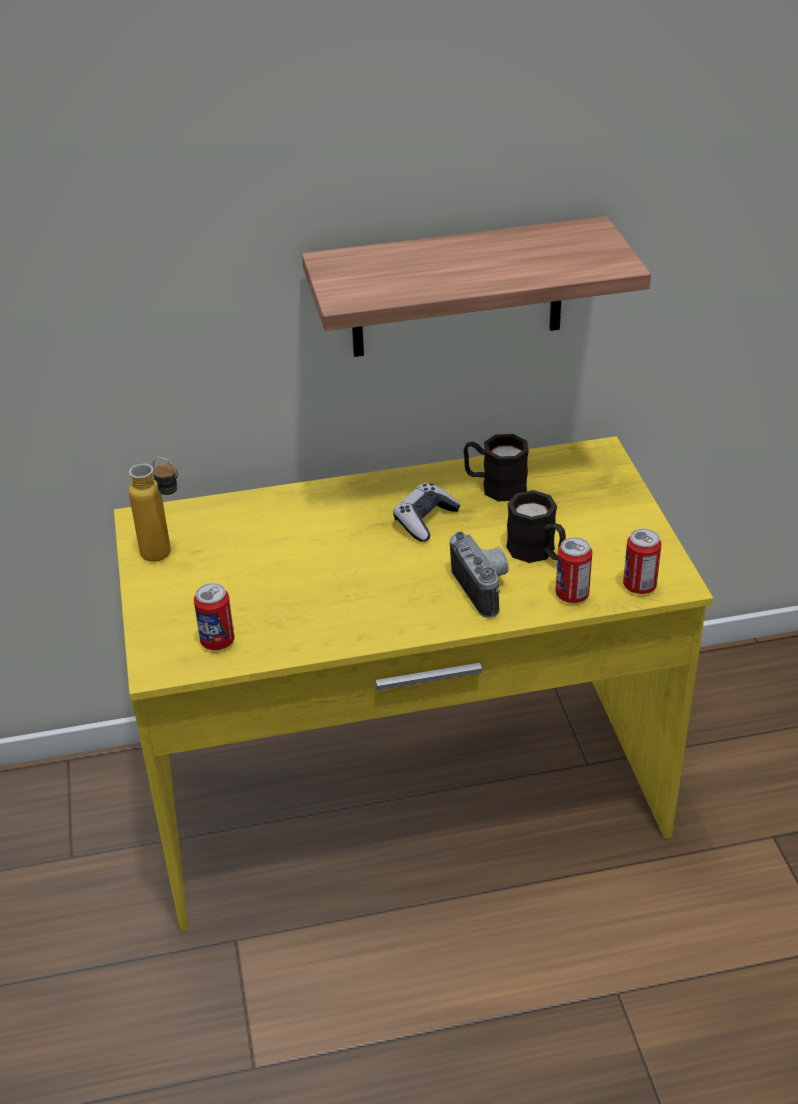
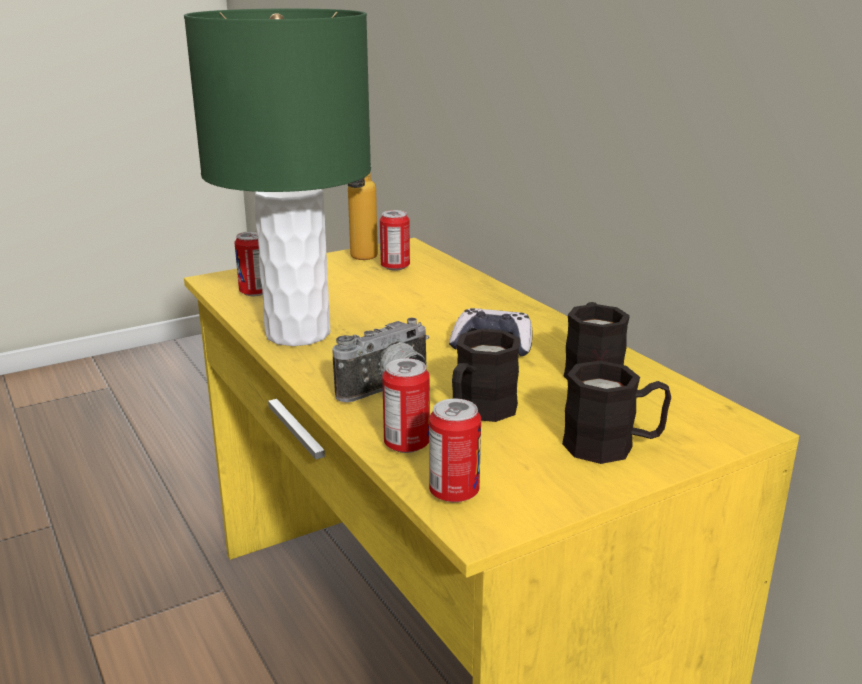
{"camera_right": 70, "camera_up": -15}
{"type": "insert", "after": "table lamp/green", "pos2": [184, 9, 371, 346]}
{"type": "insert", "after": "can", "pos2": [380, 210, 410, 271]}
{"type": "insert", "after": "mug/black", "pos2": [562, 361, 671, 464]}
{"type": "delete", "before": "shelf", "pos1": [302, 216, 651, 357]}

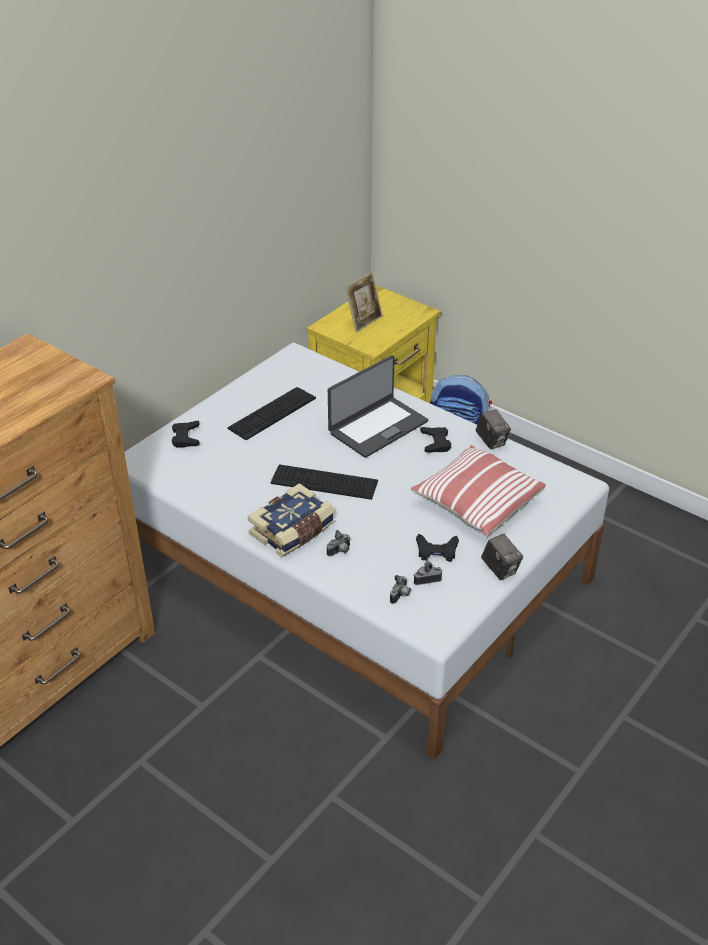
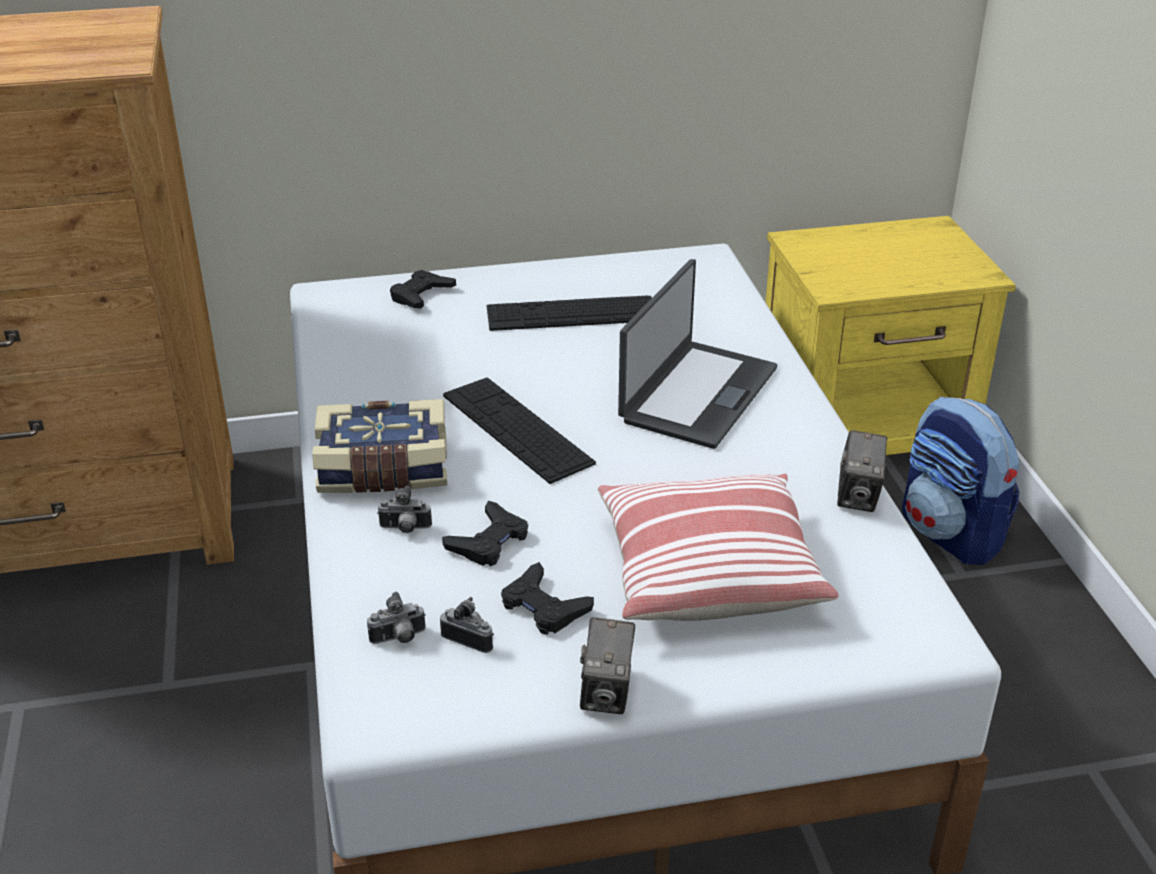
{"camera_right": 40, "camera_up": -5}
{"type": "move", "before": "game controller/black", "pos1": [420, 427, 451, 453], "pos2": [442, 501, 528, 566]}
{"type": "rotate", "before": "laptop", "pos1": [328, 355, 428, 458], "pos2": [618, 259, 777, 449], "turn": -60}
{"type": "delete", "before": "picture frame", "pos1": [345, 272, 383, 332]}

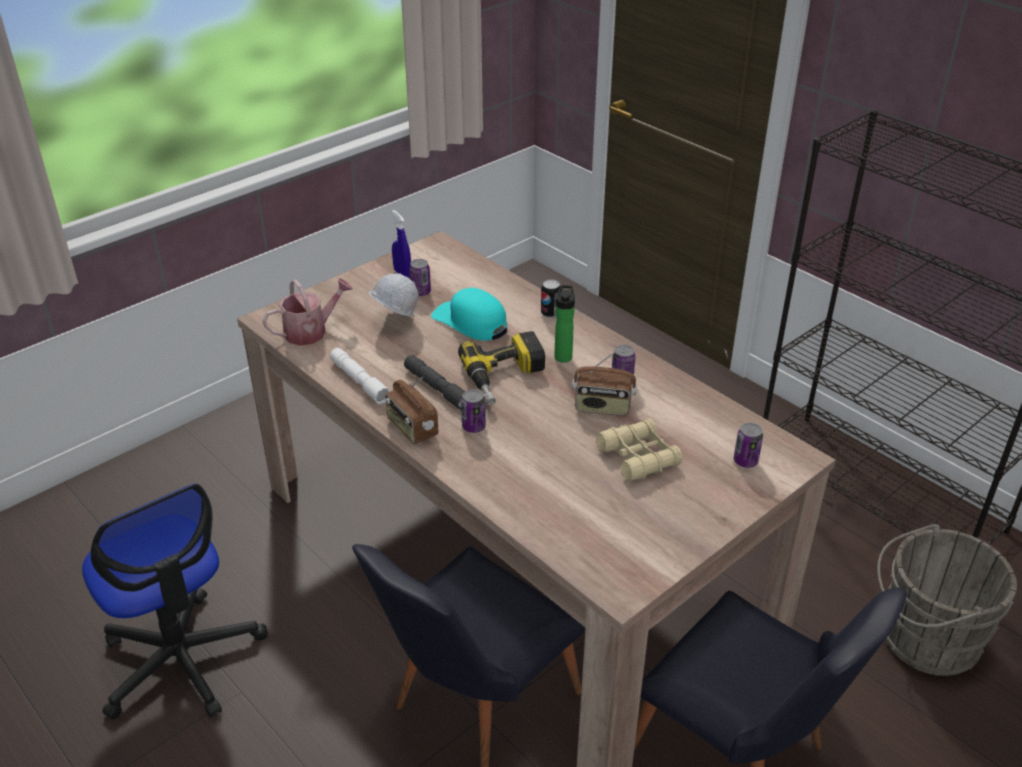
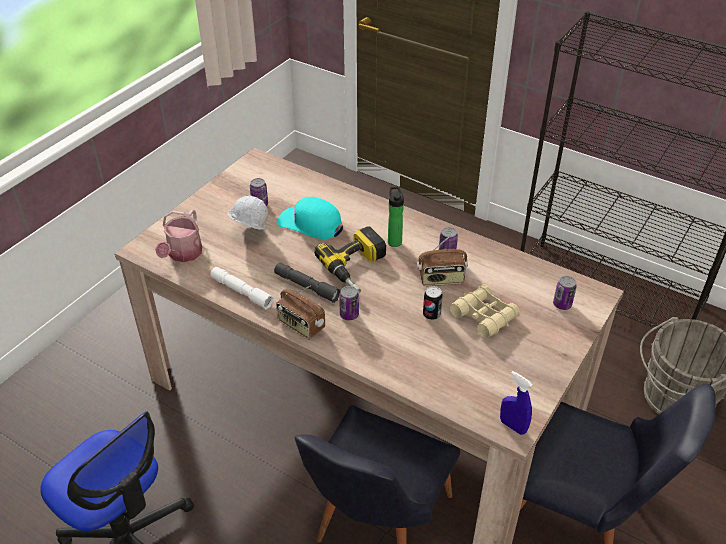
{"camera_right": -15, "camera_up": 5}
{"type": "rotate", "before": "watering can", "pos1": [262, 278, 353, 346], "pos2": [155, 209, 202, 262], "turn": 150}
{"type": "move", "before": "can", "pos1": [541, 279, 560, 318], "pos2": [423, 286, 443, 320]}
{"type": "move", "before": "spray bottle/blue", "pos1": [392, 210, 411, 279], "pos2": [500, 371, 533, 435]}

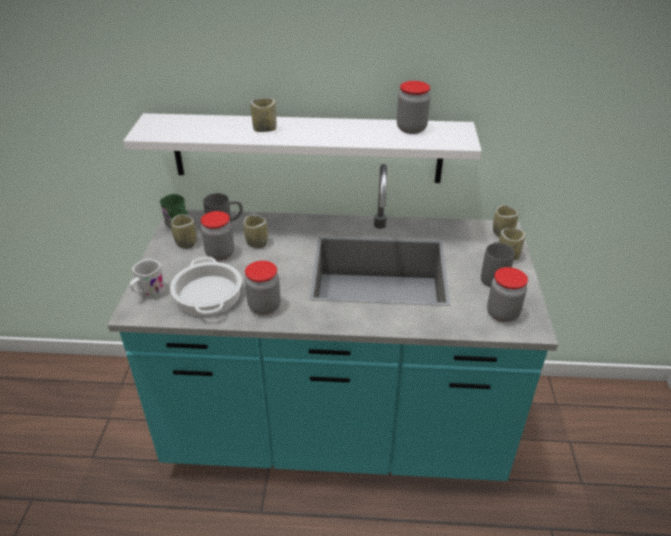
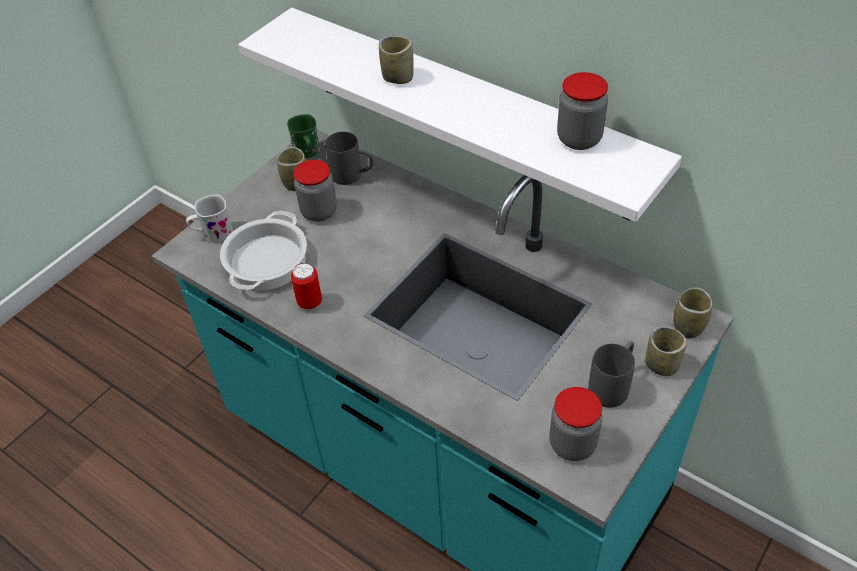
{"camera_right": 35, "camera_up": 10}
{"type": "replace", "before": "jar", "after": "can", "pos1": [245, 261, 281, 315], "pos2": [291, 263, 322, 311]}
{"type": "delete", "before": "cup", "pos1": [244, 215, 268, 248]}

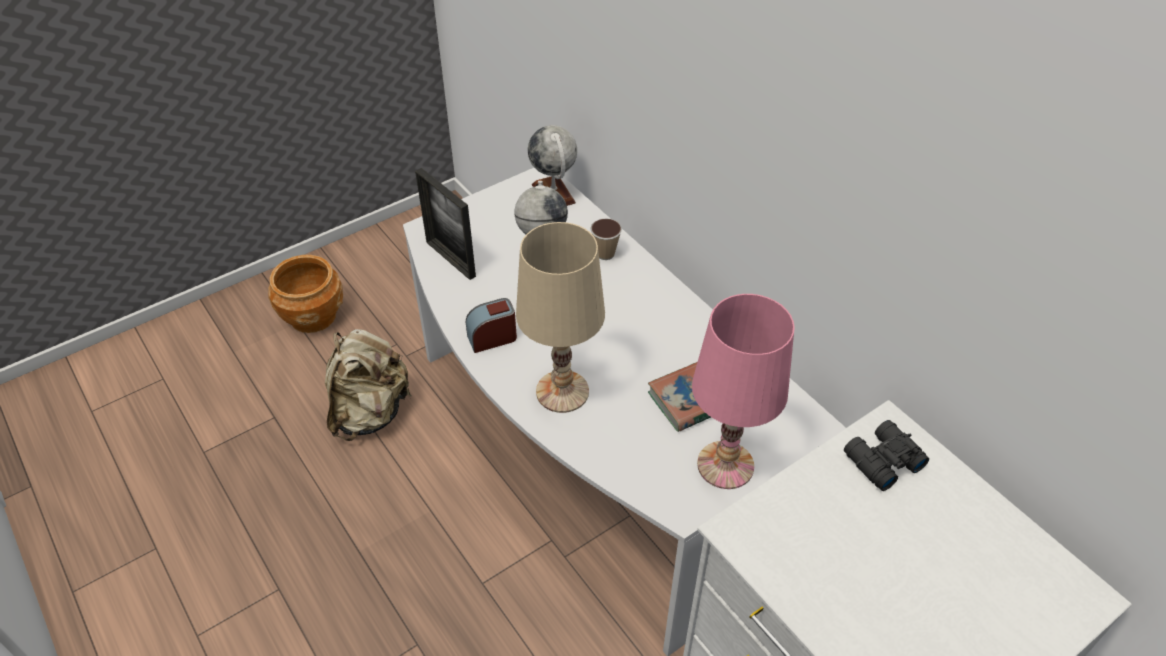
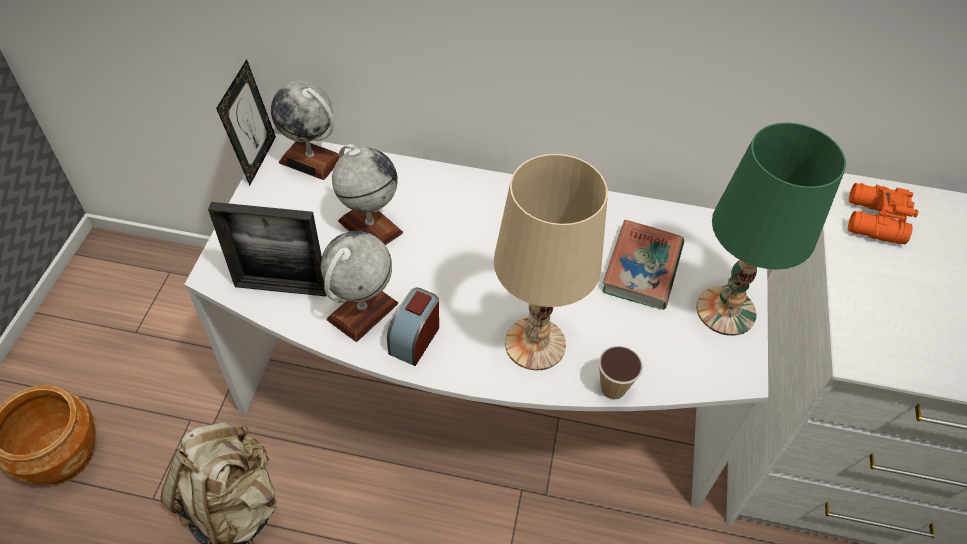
{"camera_right": -45, "camera_up": 5}
{"type": "insert", "after": "picture frame", "pos2": [216, 59, 276, 186]}
{"type": "insert", "after": "globe", "pos2": [321, 231, 398, 342]}
{"type": "move", "before": "cup", "pos1": [590, 218, 622, 260], "pos2": [599, 346, 643, 400]}
{"type": "recolor", "before": "table lamp/pink", "after": "table lamp/green", "pos1": [692, 294, 795, 489], "pos2": [696, 122, 846, 336]}
{"type": "recolor", "before": "binoculars/black", "after": "binoculars/orange", "pos1": [844, 420, 929, 491], "pos2": [848, 183, 919, 244]}

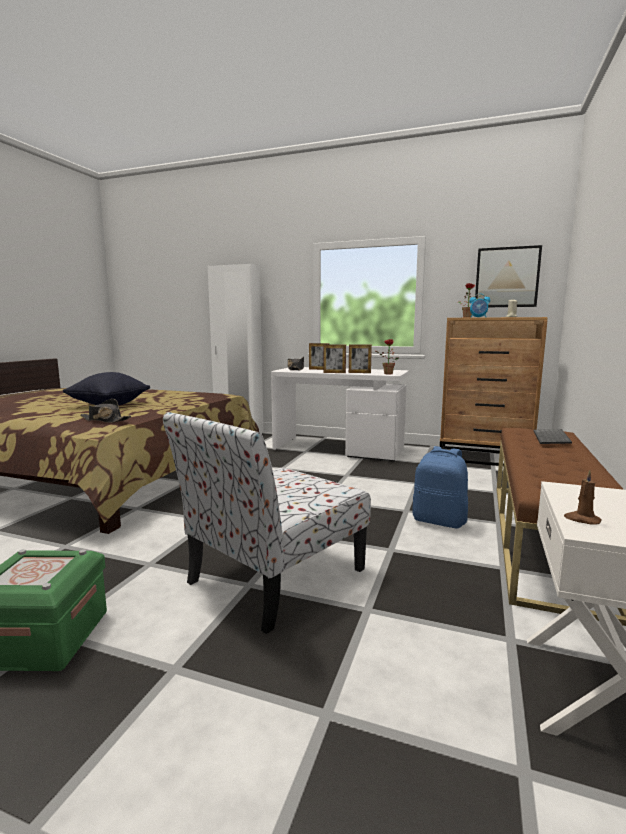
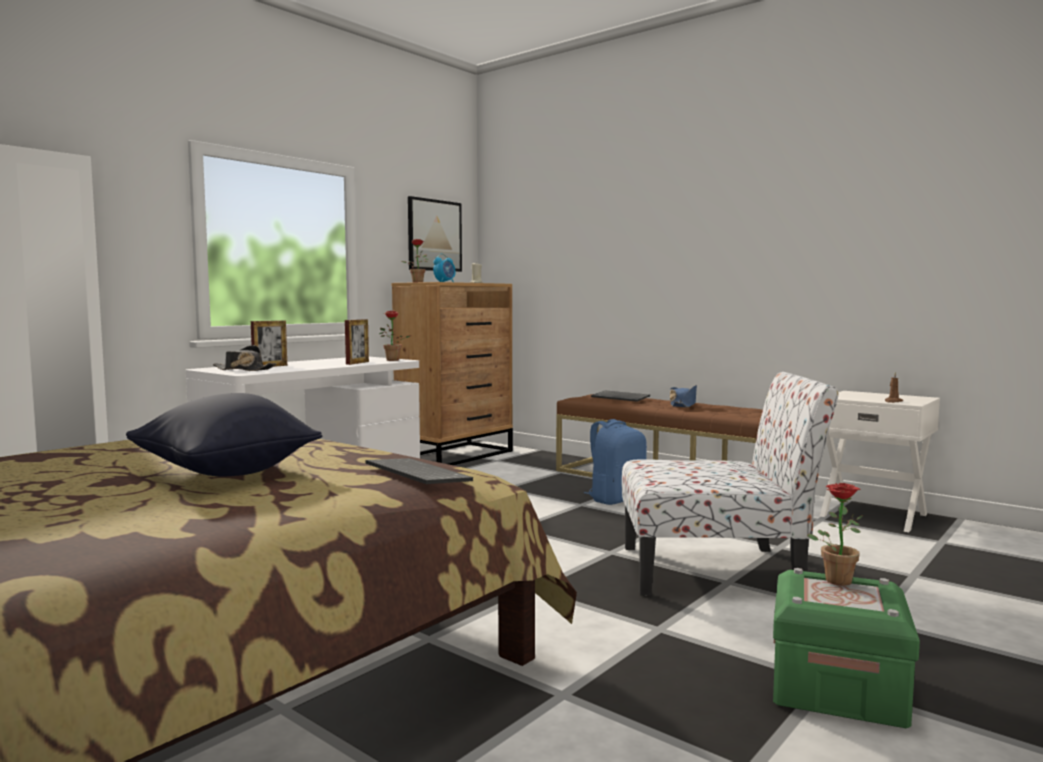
{"camera_right": -70, "camera_up": -5}
{"type": "replace", "before": "hat/black", "after": "keyboard", "pos1": [81, 399, 131, 423], "pos2": [365, 458, 473, 484]}
{"type": "rotate", "before": "chair", "pos1": [163, 412, 371, 634], "pos2": [622, 371, 838, 596], "turn": -60}
{"type": "insert", "after": "hat/blue", "pos2": [670, 385, 697, 407]}
{"type": "insert", "after": "potted plant", "pos2": [807, 483, 864, 586]}
{"type": "delete", "before": "picture frame", "pos1": [323, 344, 346, 373]}

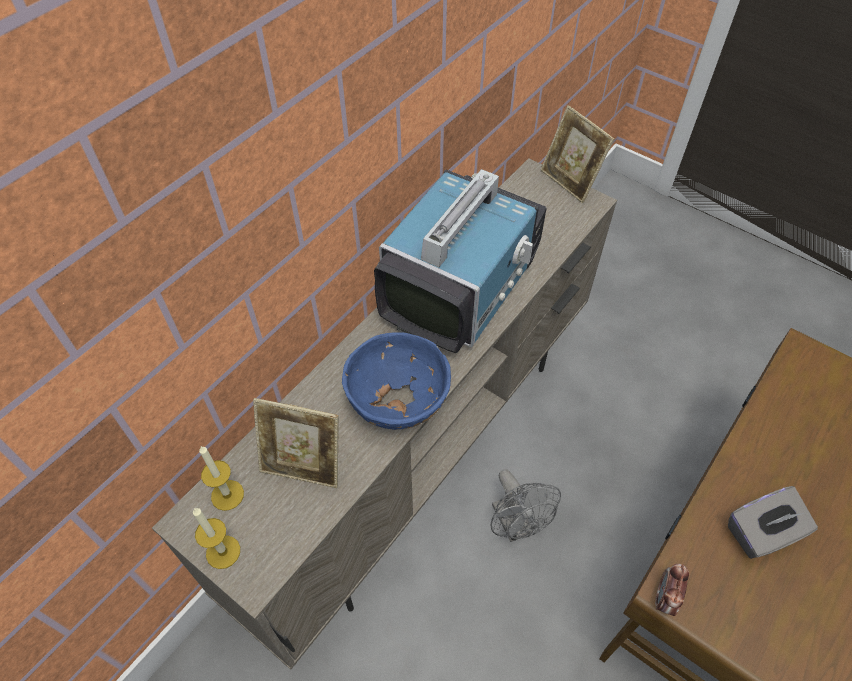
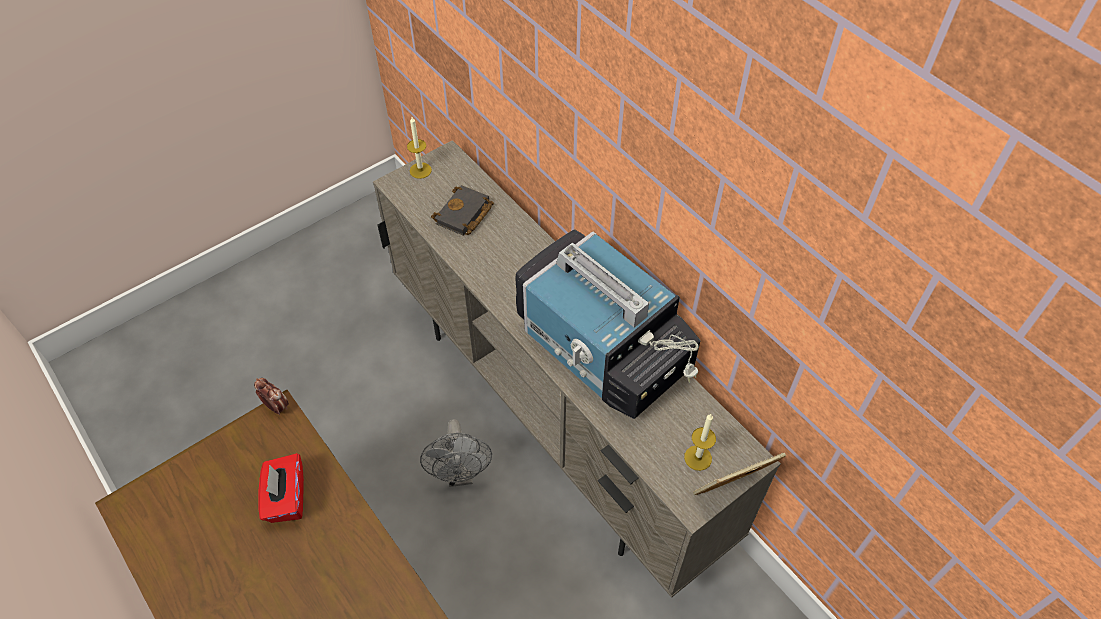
{"camera_right": 105, "camera_up": 0}
{"type": "recolor", "before": "tissue box/grey", "after": "tissue box/red", "pos1": [728, 486, 818, 559], "pos2": [258, 453, 304, 523]}
{"type": "rotate", "before": "fan/grey", "pos1": [491, 469, 561, 542], "pos2": [420, 419, 492, 487], "turn": -90}
{"type": "replace", "before": "picture frame", "after": "book/black", "pos1": [253, 398, 339, 488], "pos2": [431, 185, 494, 235]}
{"type": "move", "before": "candle", "pos1": [199, 446, 244, 511], "pos2": [684, 414, 716, 471]}
{"type": "delete", "before": "bowl/blue", "pos1": [342, 332, 451, 430]}

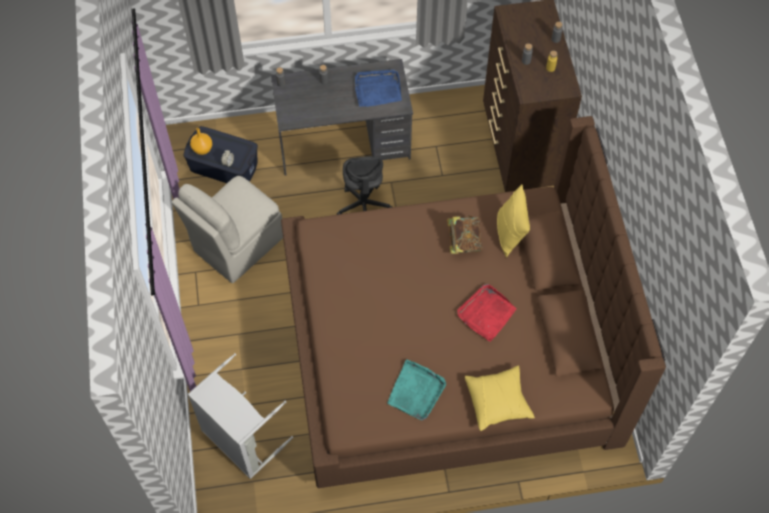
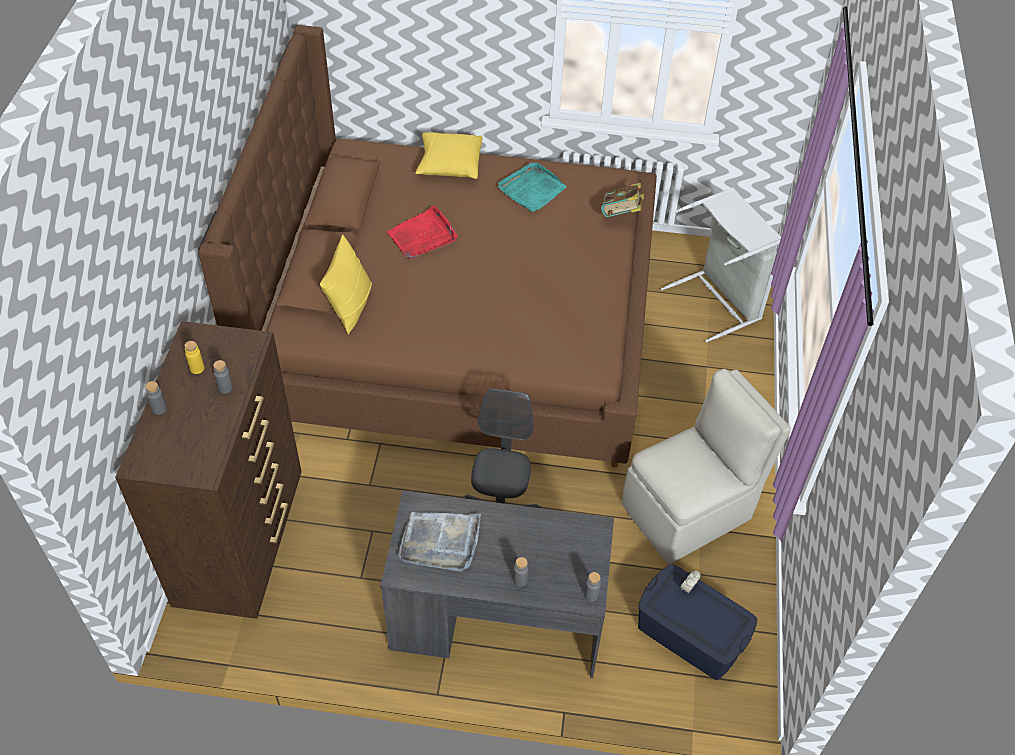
{"camera_right": -165, "camera_up": -10}
{"type": "recolor", "before": "tray/blue", "after": "tray/grey", "pos1": [355, 69, 402, 107], "pos2": [398, 512, 481, 572]}
{"type": "move", "before": "book", "pos1": [447, 215, 482, 254], "pos2": [601, 183, 644, 217]}
{"type": "delete", "before": "vase/orange", "pos1": [190, 128, 212, 155]}

